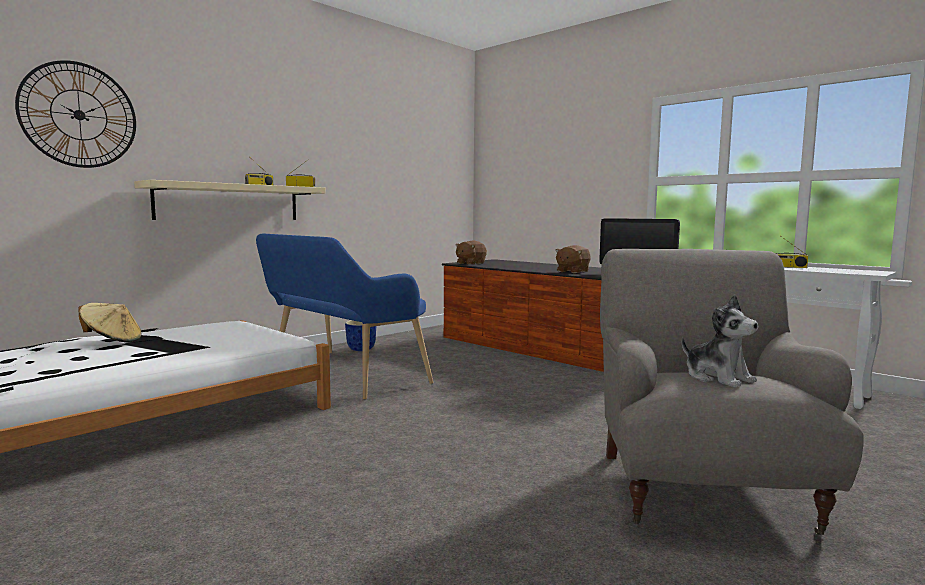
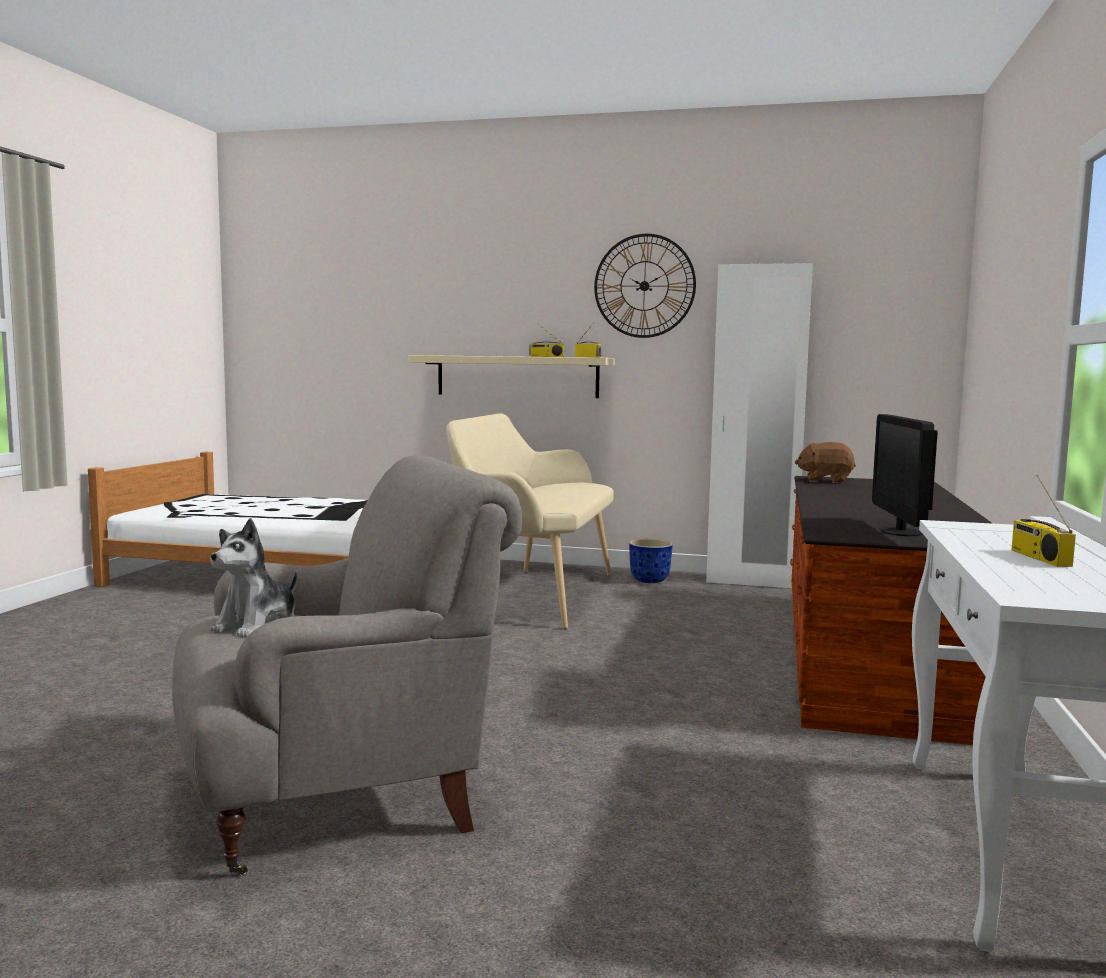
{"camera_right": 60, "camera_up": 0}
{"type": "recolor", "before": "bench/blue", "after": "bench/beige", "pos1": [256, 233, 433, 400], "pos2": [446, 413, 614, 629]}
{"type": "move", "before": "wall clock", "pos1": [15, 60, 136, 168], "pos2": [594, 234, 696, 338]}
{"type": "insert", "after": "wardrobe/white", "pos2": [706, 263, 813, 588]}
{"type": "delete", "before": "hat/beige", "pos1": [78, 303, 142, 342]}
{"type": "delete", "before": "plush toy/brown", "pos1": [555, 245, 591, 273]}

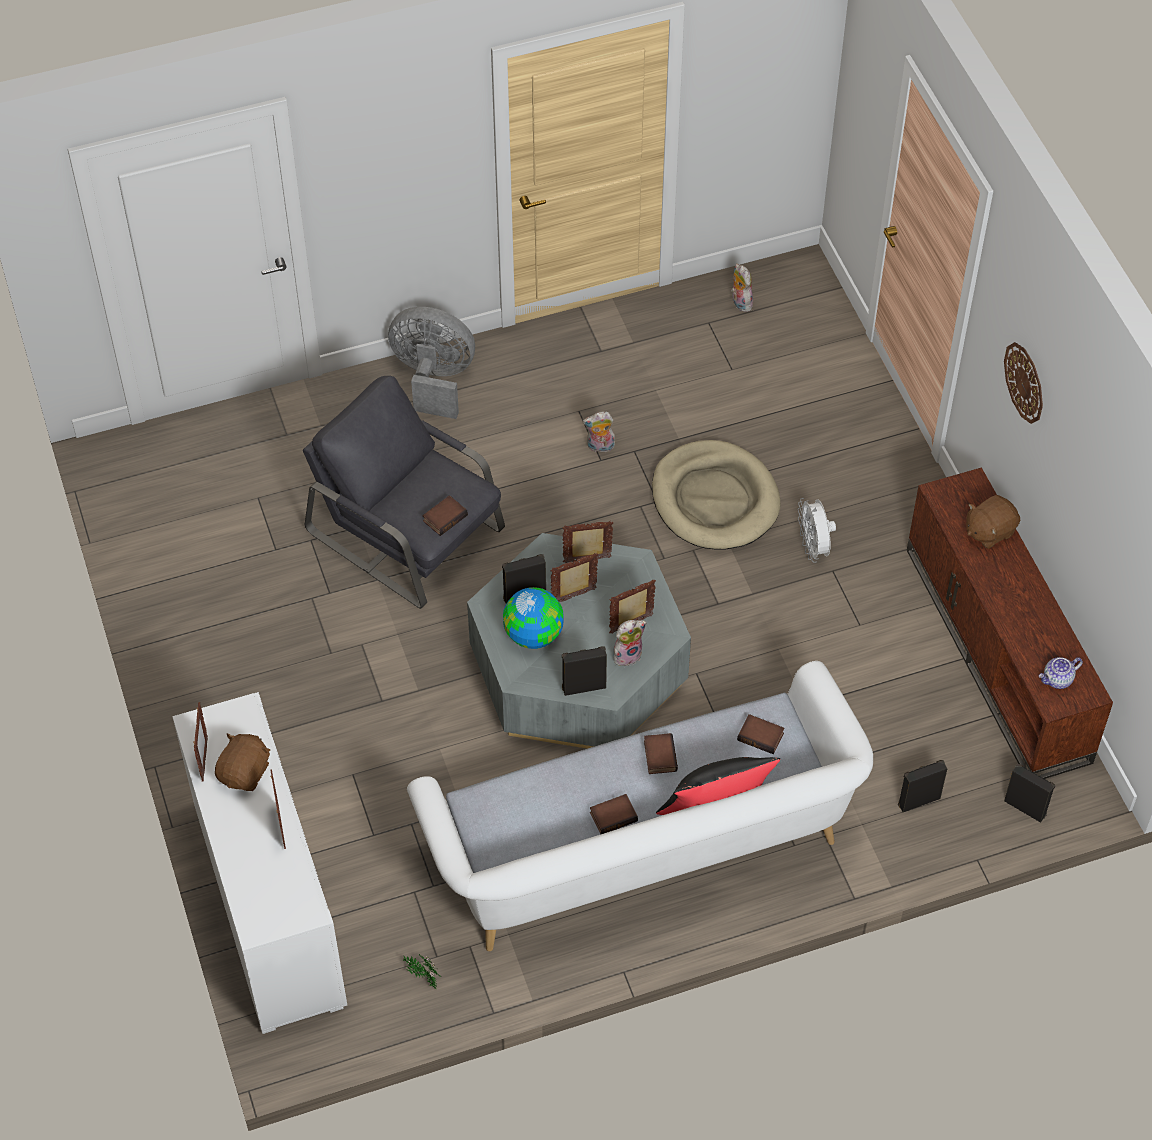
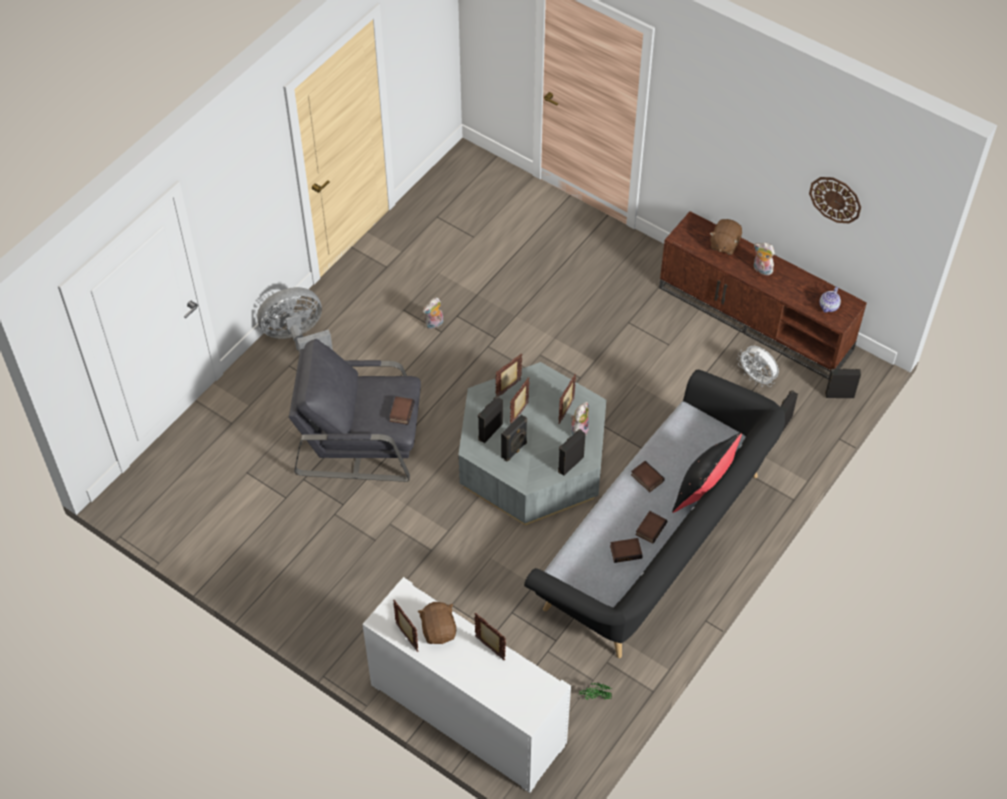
{"camera_right": -35, "camera_up": 0}
{"type": "replace", "before": "globe", "after": "speaker/black", "pos1": [503, 587, 564, 649], "pos2": [501, 414, 527, 462]}
{"type": "recolor", "before": "sofa/white", "after": "sofa/black", "pos1": [407, 661, 873, 951], "pos2": [524, 370, 785, 658]}
{"type": "move", "before": "book", "pos1": [737, 714, 785, 754], "pos2": [610, 538, 643, 563]}
{"type": "move", "before": "fan/white", "pos1": [798, 498, 836, 563], "pos2": [737, 346, 779, 387]}
{"type": "move", "before": "plush toy", "pos1": [731, 263, 753, 312], "pos2": [754, 242, 775, 275]}
{"type": "move", "before": "wall clock", "pos1": [1004, 342, 1043, 424], "pos2": [809, 177, 861, 223]}
{"type": "delete", "before": "dog bed/beige", "pos1": [652, 440, 780, 549]}

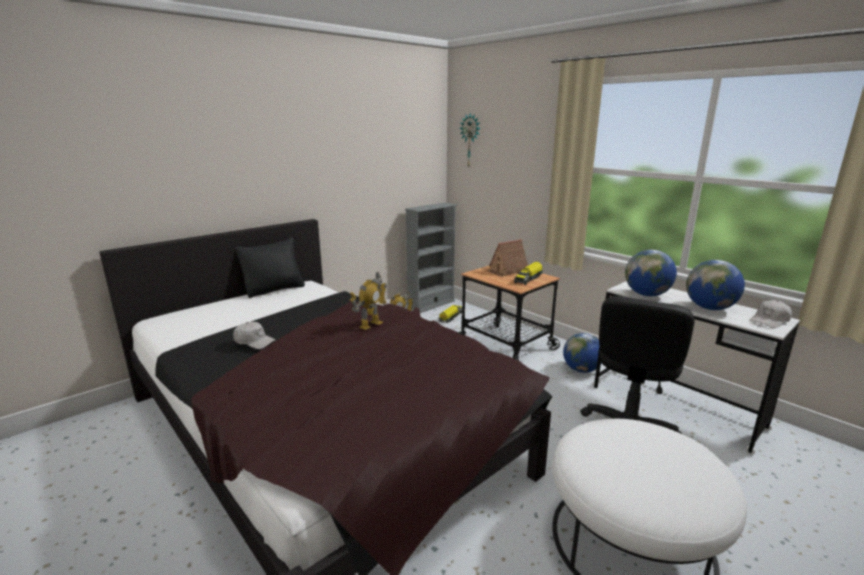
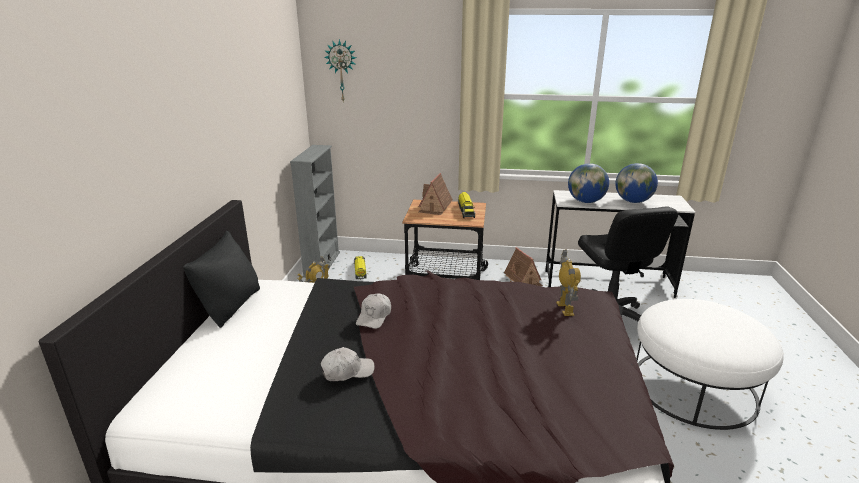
{"camera_right": -40, "camera_up": 5}
{"type": "move", "before": "cap/white", "pos1": [749, 300, 792, 328], "pos2": [356, 294, 391, 329]}
{"type": "replace", "before": "globe", "after": "toy house", "pos1": [563, 333, 602, 373], "pos2": [504, 247, 543, 286]}
{"type": "move", "before": "toy robot", "pos1": [350, 272, 387, 330], "pos2": [556, 250, 581, 316]}

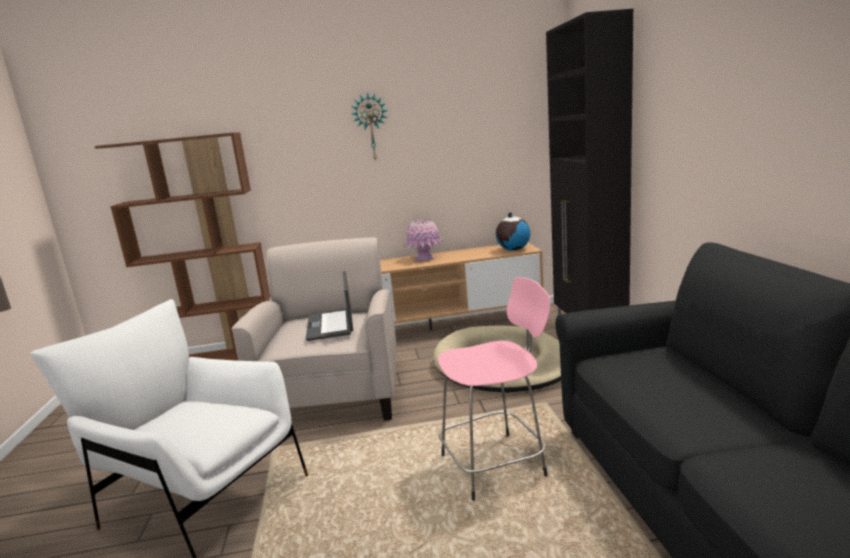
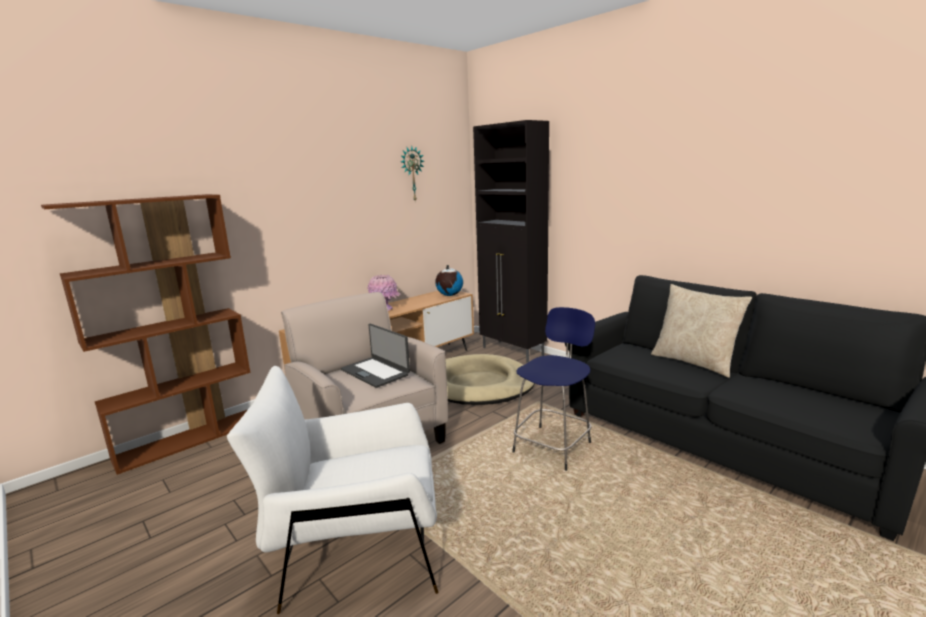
{"camera_right": -35, "camera_up": 0}
{"type": "move", "before": "wall clock", "pos1": [351, 92, 388, 162], "pos2": [400, 146, 424, 201]}
{"type": "recolor", "before": "stool/pink", "after": "stool/blue", "pos1": [438, 277, 551, 501], "pos2": [512, 307, 595, 471]}
{"type": "insert", "after": "pillow/beige", "pos2": [651, 284, 752, 378]}

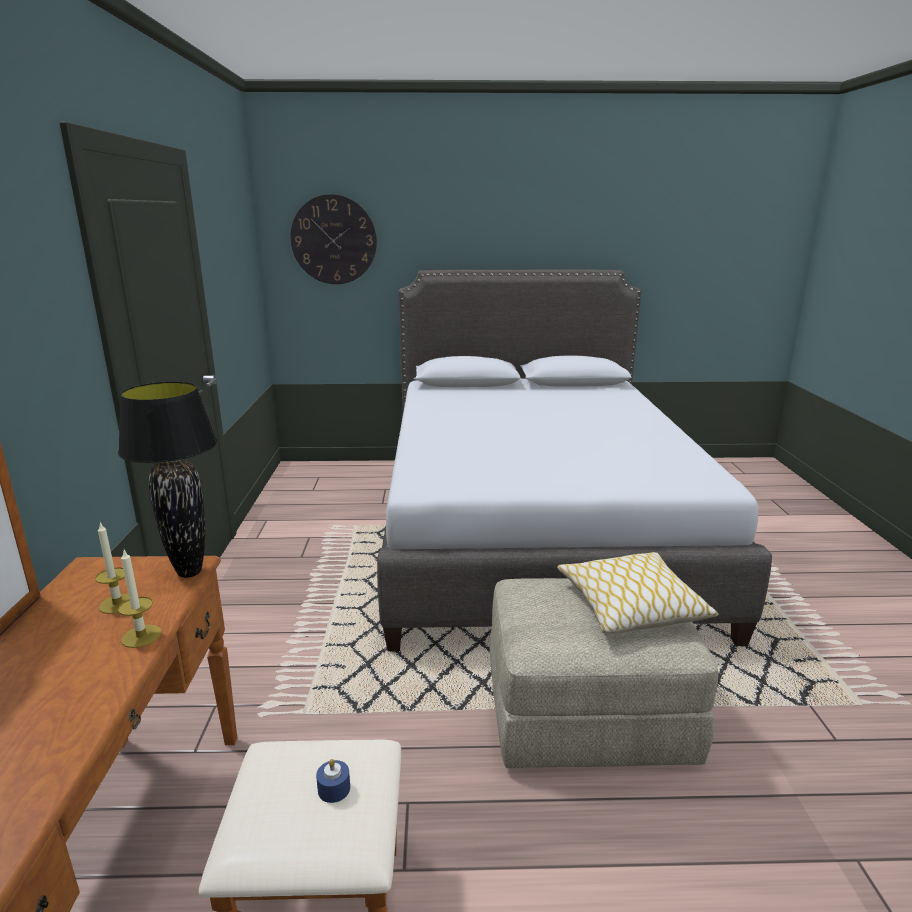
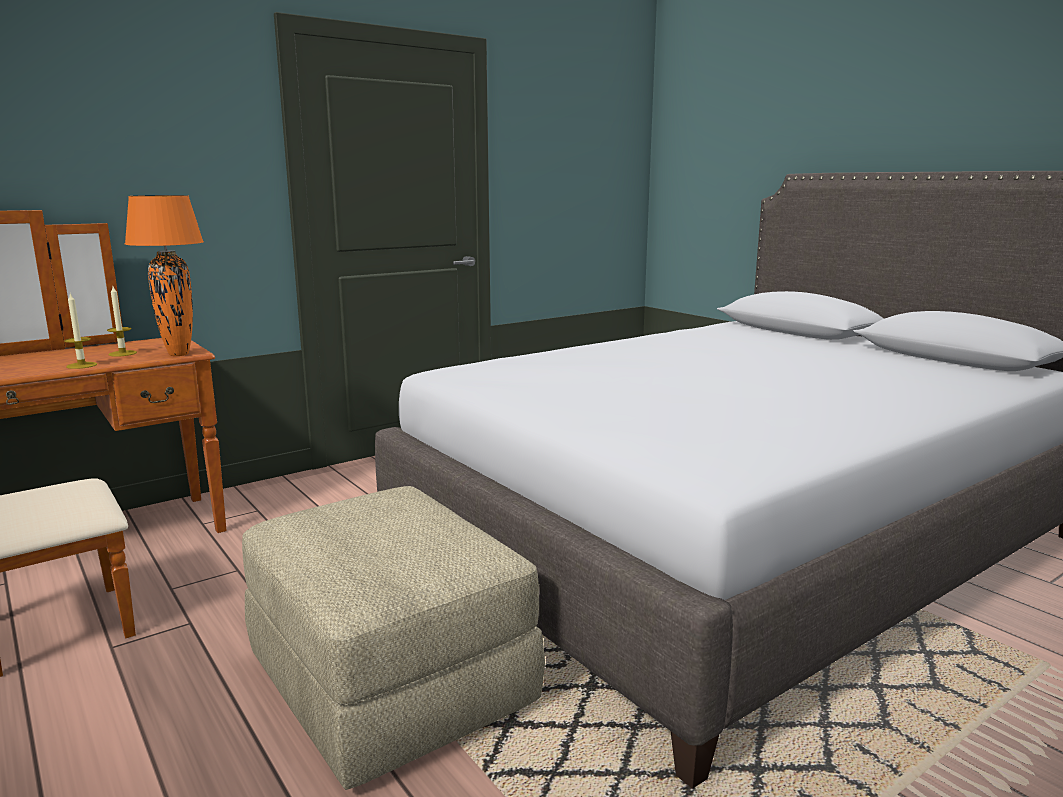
{"camera_right": 55, "camera_up": -5}
{"type": "recolor", "before": "table lamp/black", "after": "table lamp/orange", "pos1": [118, 381, 217, 578], "pos2": [125, 195, 204, 356]}
{"type": "delete", "before": "wall clock", "pos1": [291, 194, 377, 284]}
{"type": "delete", "before": "candle/blue", "pos1": [316, 759, 350, 803]}
{"type": "delete", "before": "pillow", "pos1": [557, 552, 718, 634]}

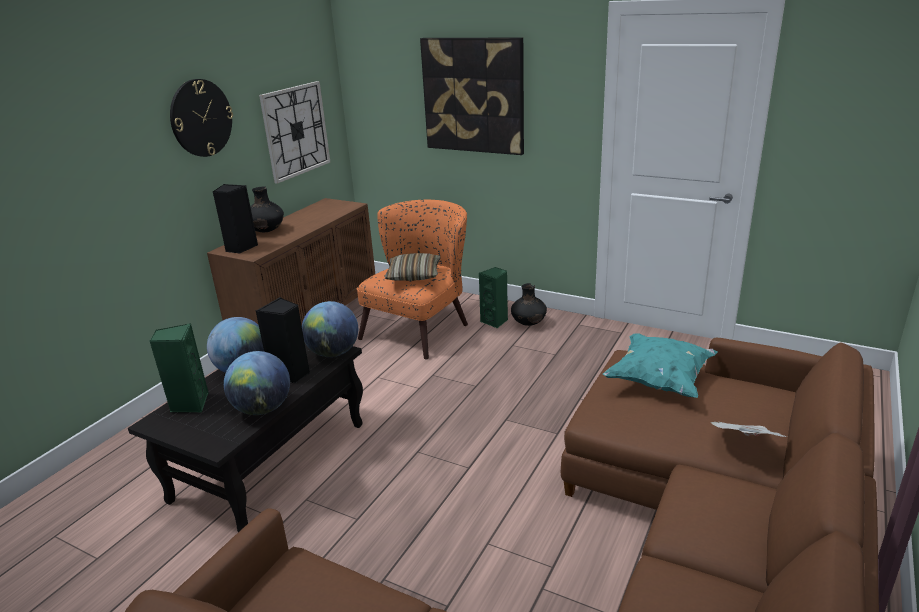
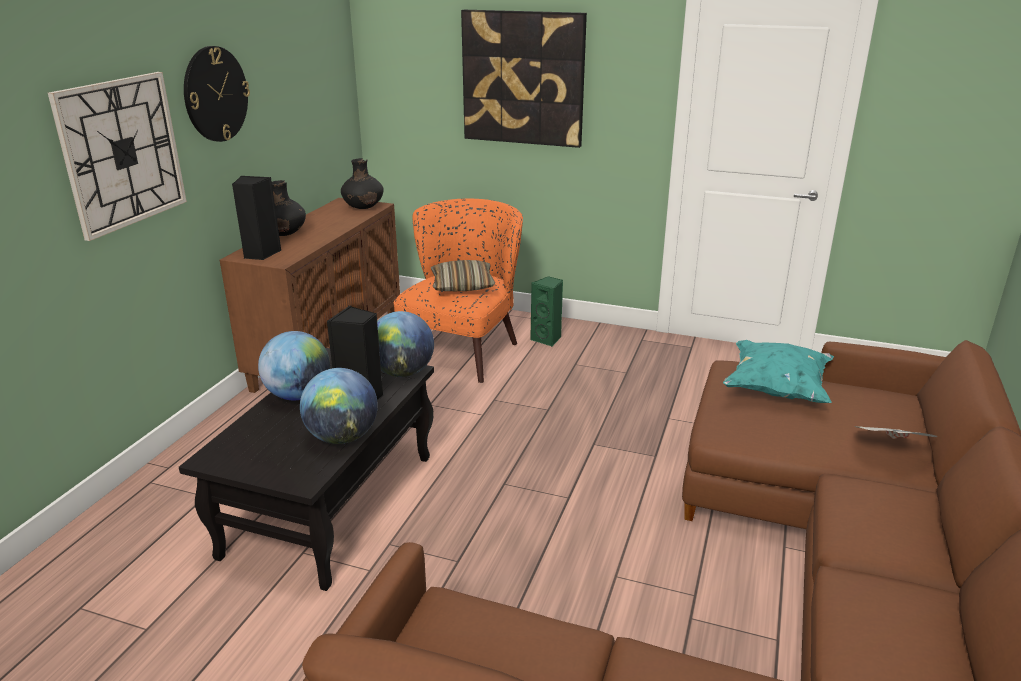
{"camera_right": -10, "camera_up": 0}
{"type": "move", "before": "wall clock", "pos1": [259, 81, 330, 184], "pos2": [48, 72, 187, 241]}
{"type": "move", "before": "vase/black", "pos1": [511, 283, 547, 326], "pos2": [341, 158, 384, 209]}
{"type": "delete", "before": "speaker/green", "pos1": [150, 323, 209, 413]}

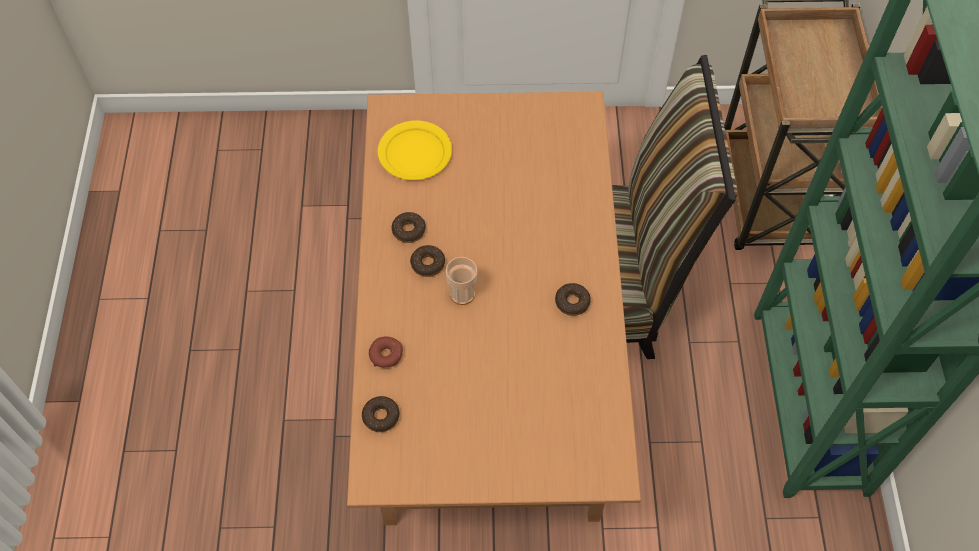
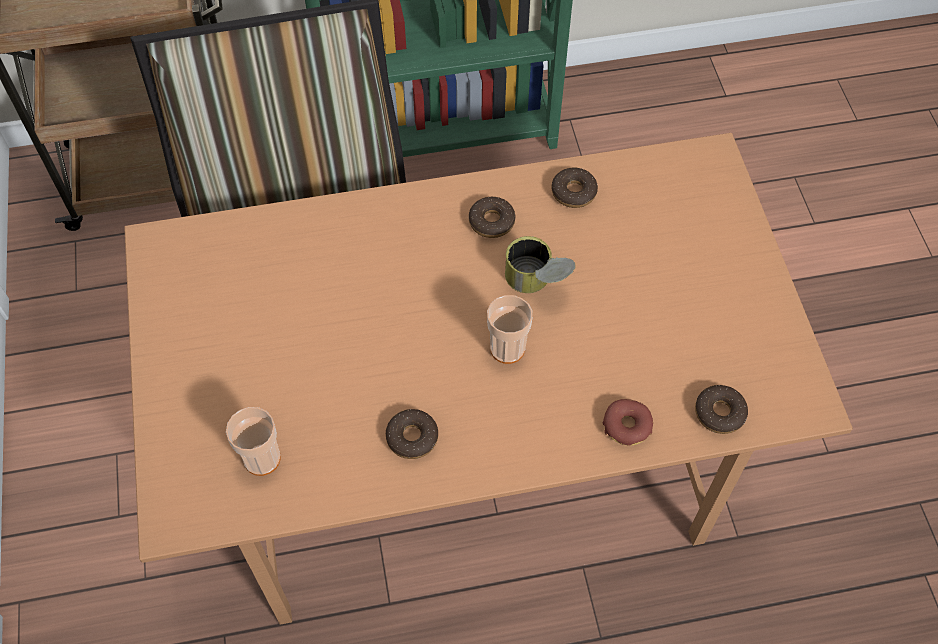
{"camera_right": -100, "camera_up": 0}
{"type": "replace", "before": "plate/yellow", "after": "cup", "pos1": [378, 120, 452, 180], "pos2": [226, 407, 281, 476]}
{"type": "insert", "after": "can", "pos2": [505, 236, 575, 293]}
{"type": "move", "before": "donut", "pos1": [410, 245, 445, 277], "pos2": [552, 167, 598, 208]}

